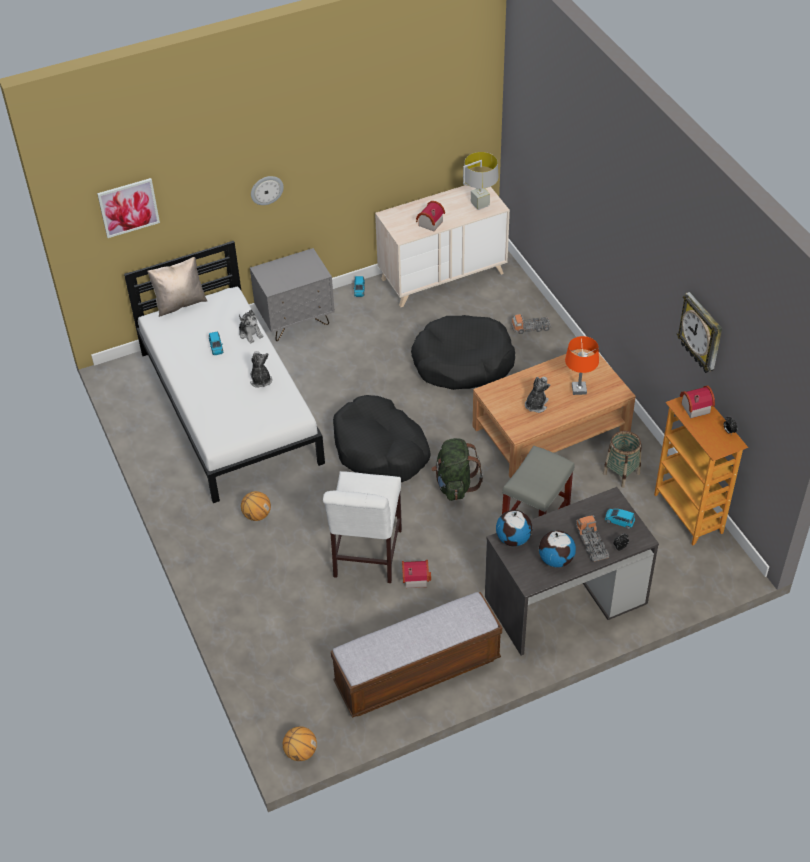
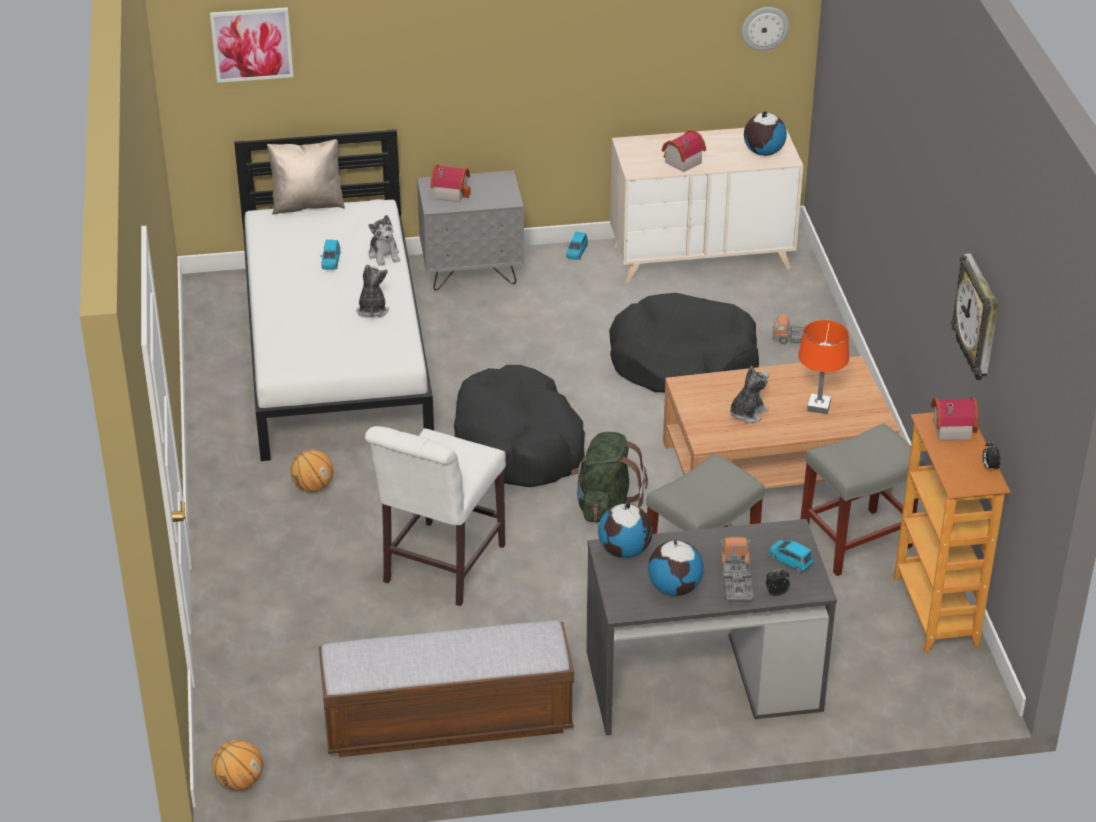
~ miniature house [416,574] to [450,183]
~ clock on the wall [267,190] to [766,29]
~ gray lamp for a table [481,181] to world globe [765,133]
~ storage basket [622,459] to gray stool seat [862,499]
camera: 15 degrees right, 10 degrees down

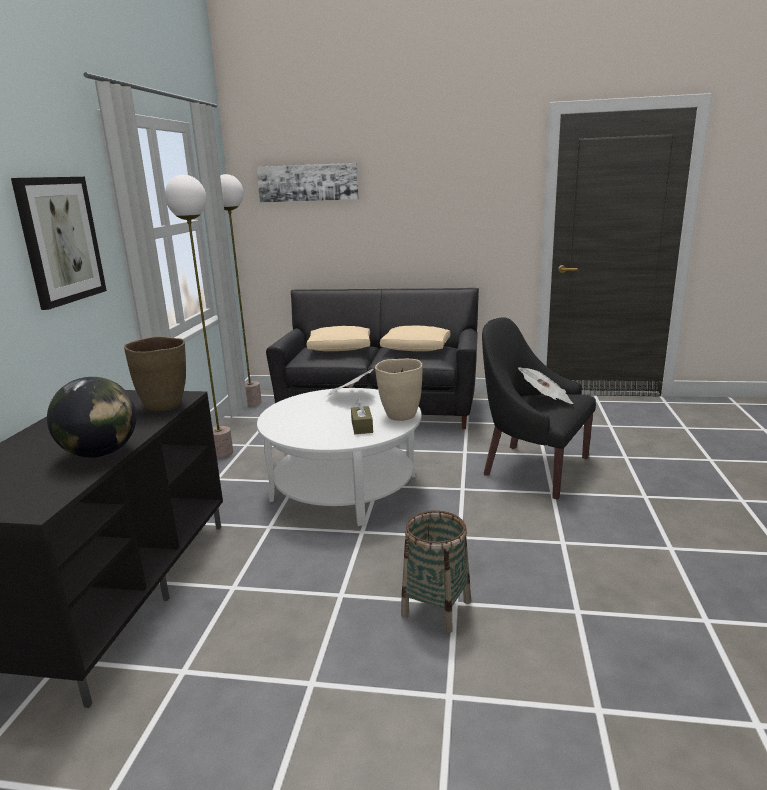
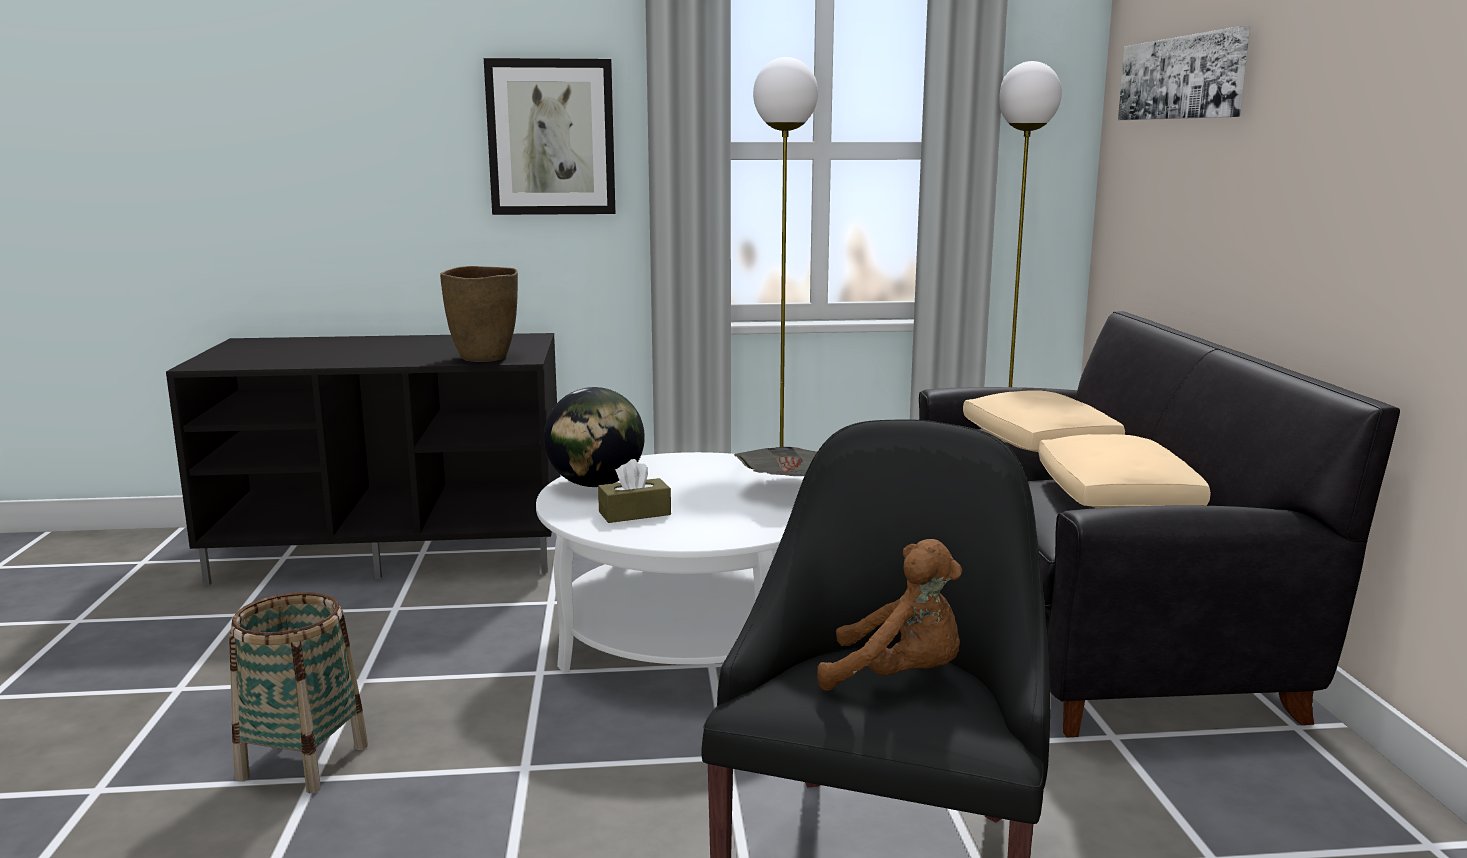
~ world globe [92,417] to [594,437]
~ daily paper [545,385] to brownish cuddly toy [889,615]
- beige vase [398,390]
camera: 75 degrees right, 5 degrees down

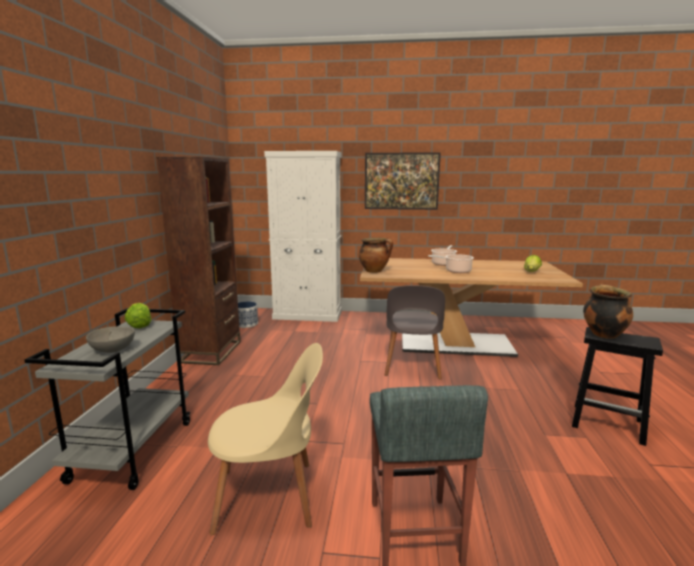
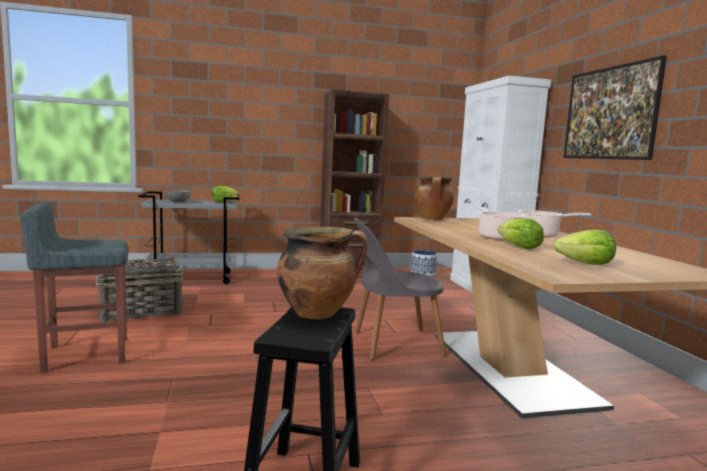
~ beige upright chair [265,439] to storage basket [139,287]
+ head of lettuce [521,234]
camera: 70 degrees right, 5 degrees down

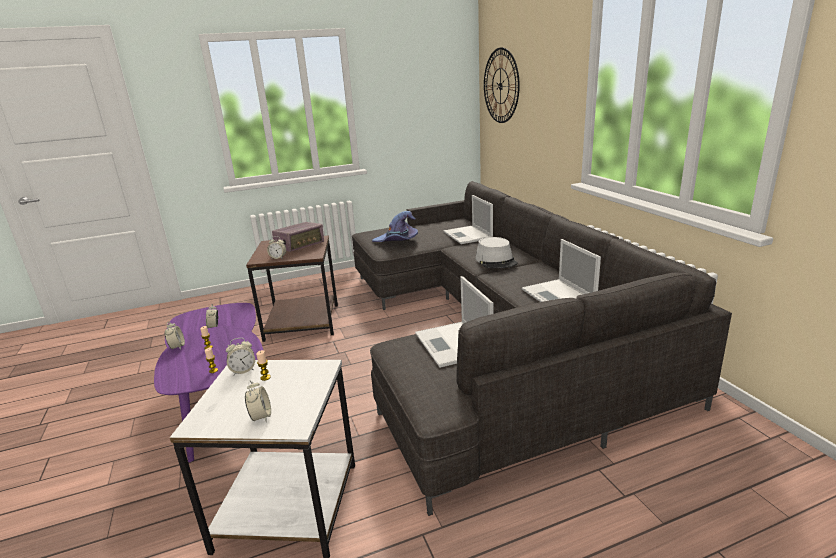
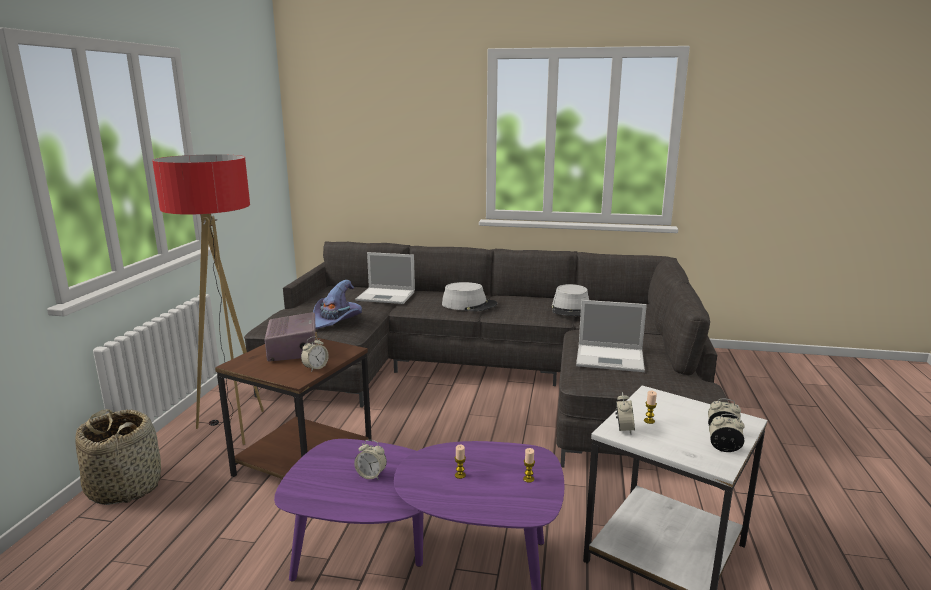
+ storage basket [118,457]
+ floor lamp [208,299]
~ portable computer [561,270] to gray hat [570,300]
~ bedside clock [175,336] to [727,433]
- clock on the wall [502,85]
camera: 60 degrees left, 5 degrees down

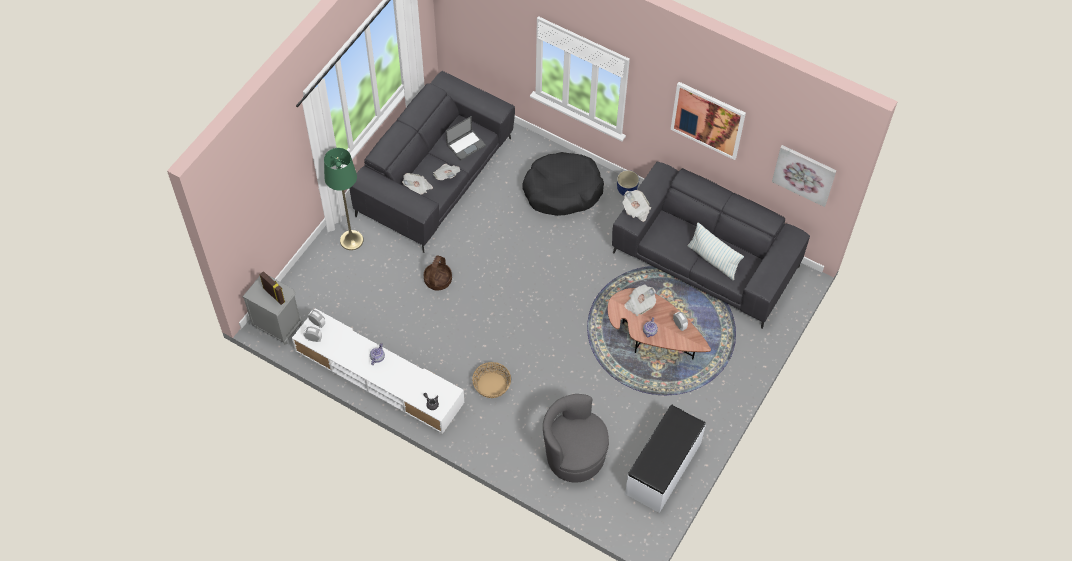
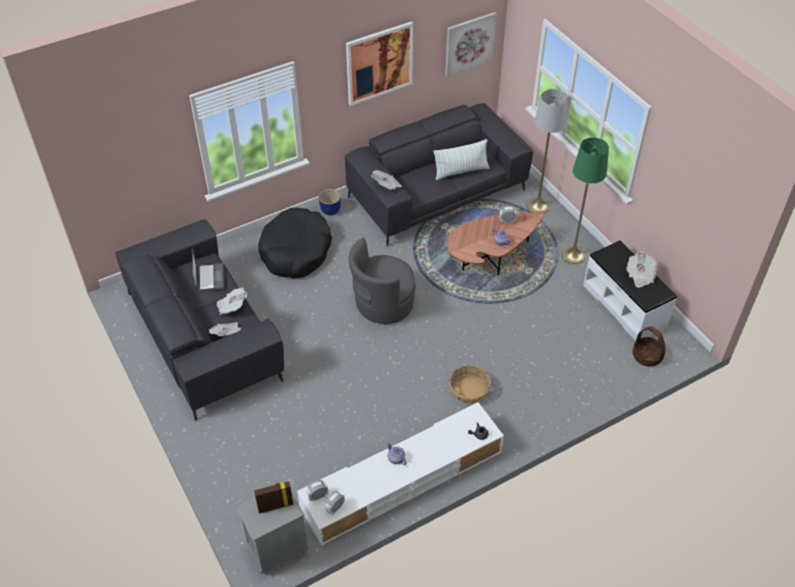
~ gray armchair [576,438] to [382,281]
+ gray floor lamp [547,151]
~ green-coloured floor lamp [344,199] to [585,200]
~ daily paper [640,300] to [641,270]
~ storage basket [438,273] to [649,346]
camera: 60 degrees left, 10 degrees down

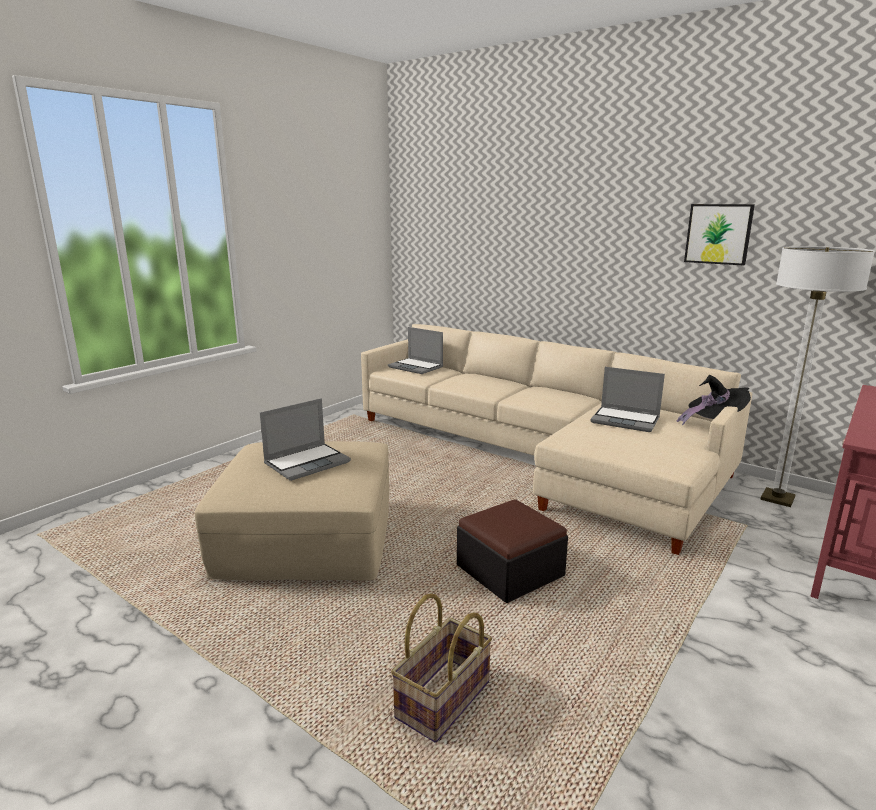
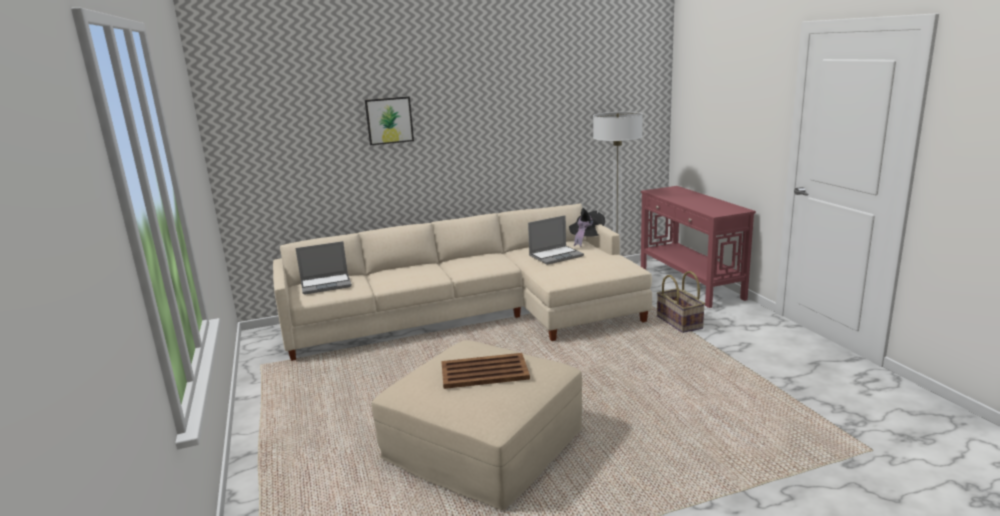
~ wall art [719,234] to [389,120]
~ portable computer [305,439] to brownish tray [485,371]
~ storage basket [441,668] to [681,302]
- footrest [512,551]
camera: 55 degrees left, 0 degrees up

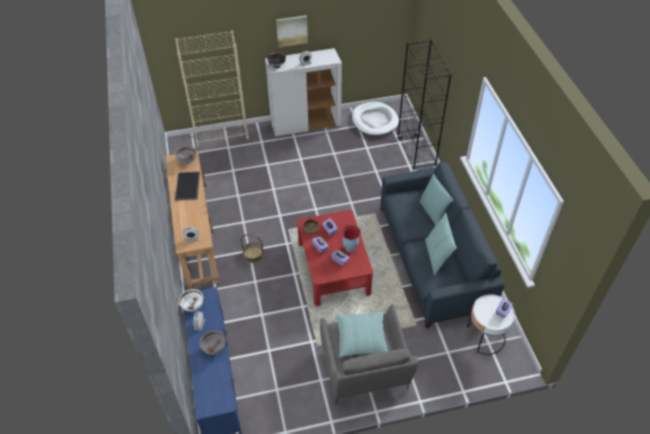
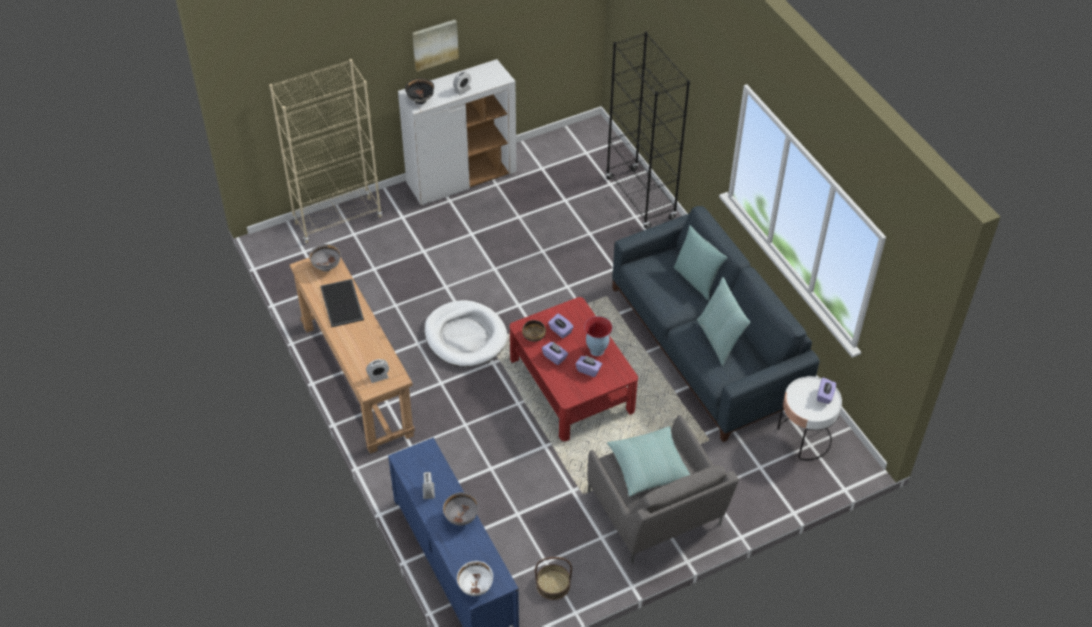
~ white-coloured pet bed [375,119] to [465,333]
~ white-coloured bowl [191,300] to [475,578]
~ storage basket [252,248] to [553,578]
camera: 15 degrees left, 0 degrees up

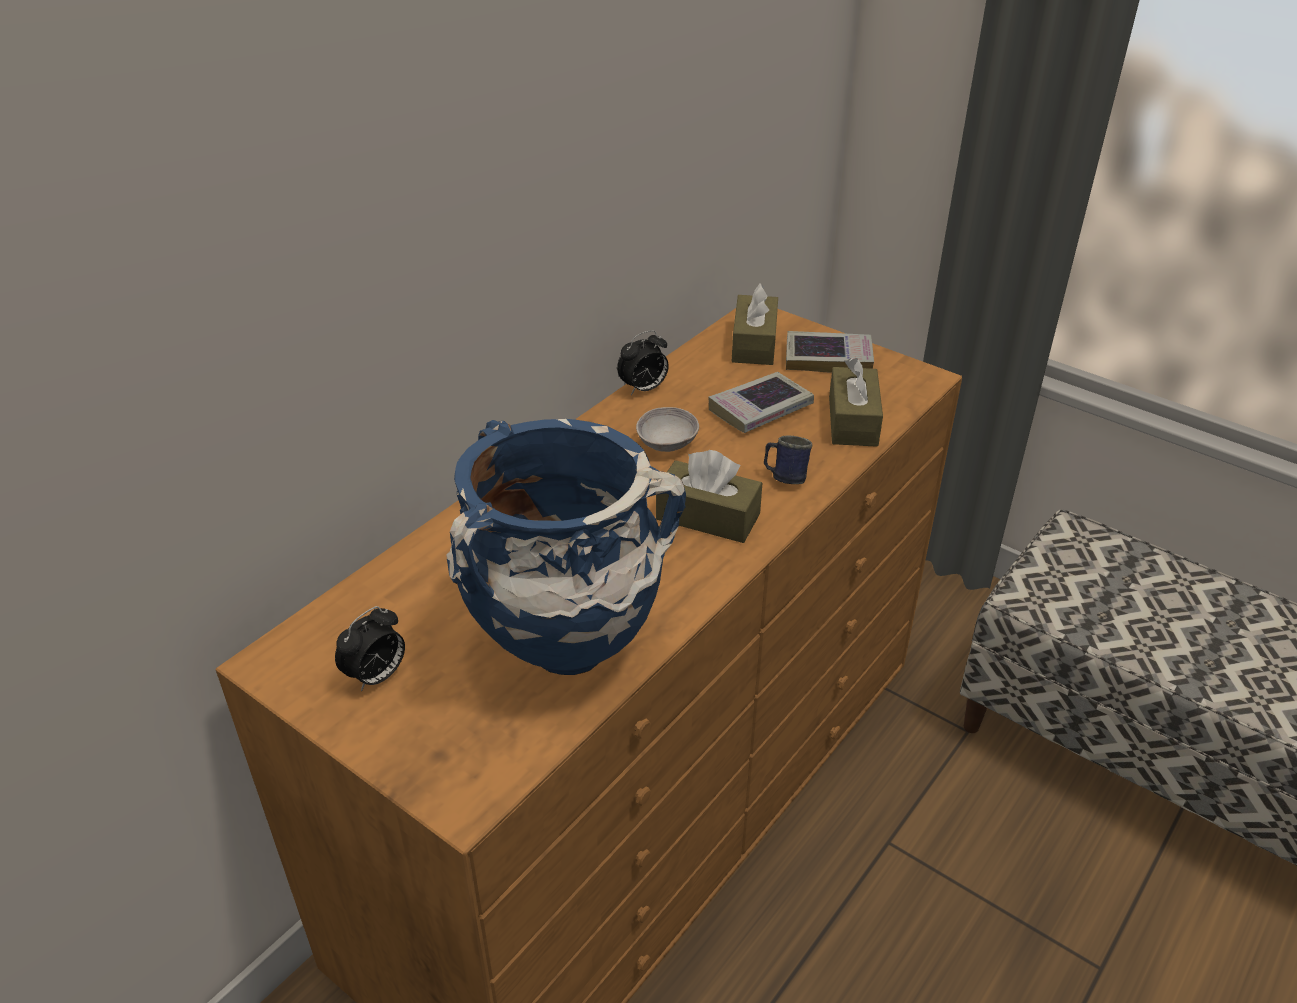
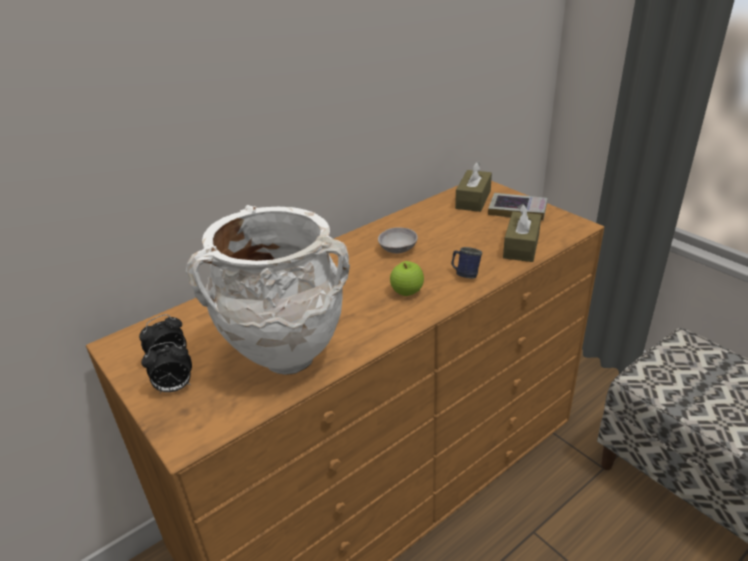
~ bedside clock [643,362] to [166,367]
~ bluish vase [566,547] to white-coloured vase [268,290]
~ brownish tissue holder [709,496] to apple [407,278]
- volume [761,402]
camera: 15 degrees right, 5 degrees down

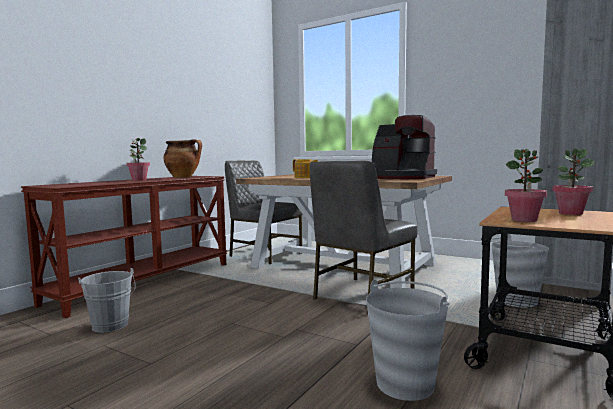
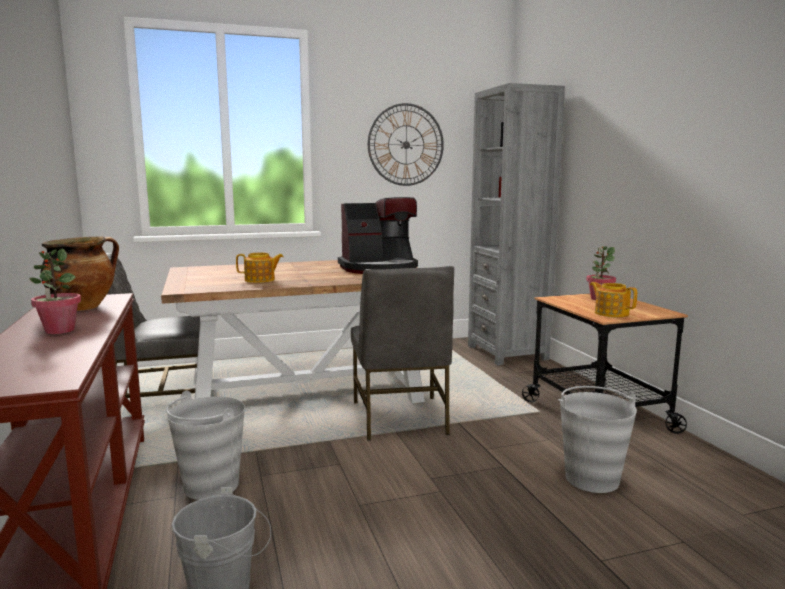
~ gray pail [520,271] to [205,445]
+ clock on the wall [406,144]
~ houseplant [526,185] to pot for tea [613,299]
camera: 50 degrees left, 5 degrees up

